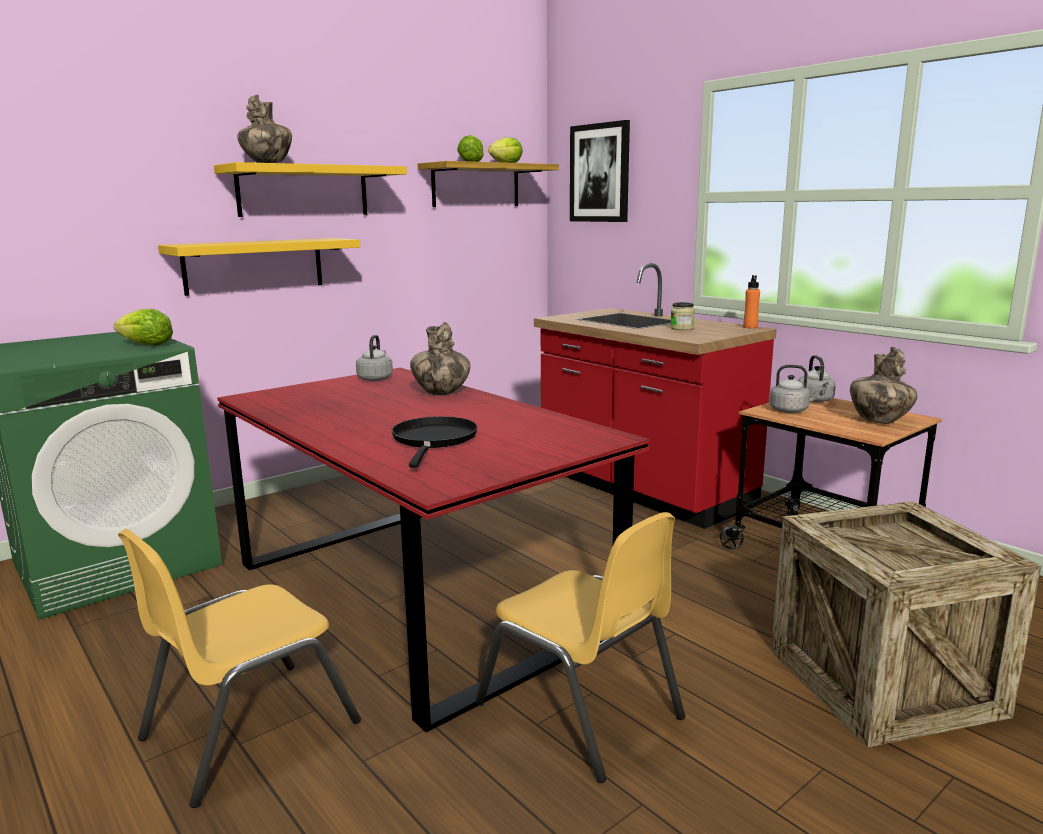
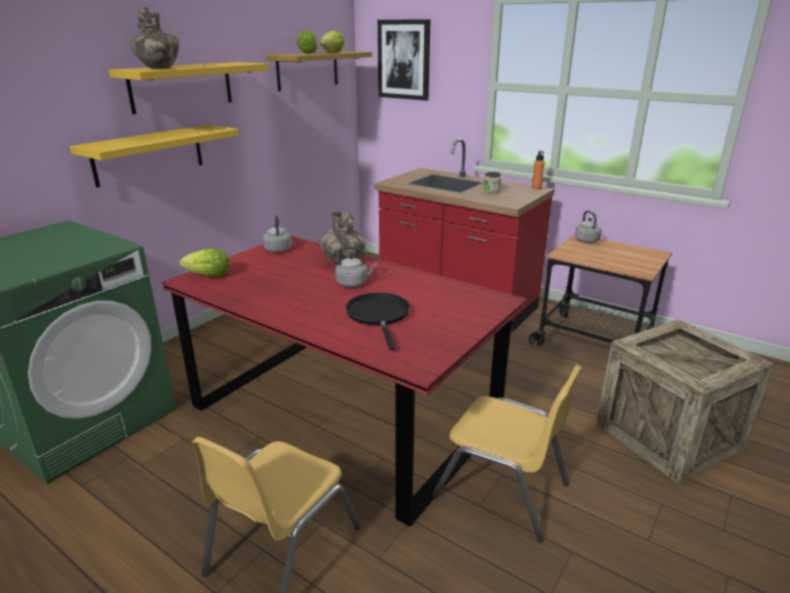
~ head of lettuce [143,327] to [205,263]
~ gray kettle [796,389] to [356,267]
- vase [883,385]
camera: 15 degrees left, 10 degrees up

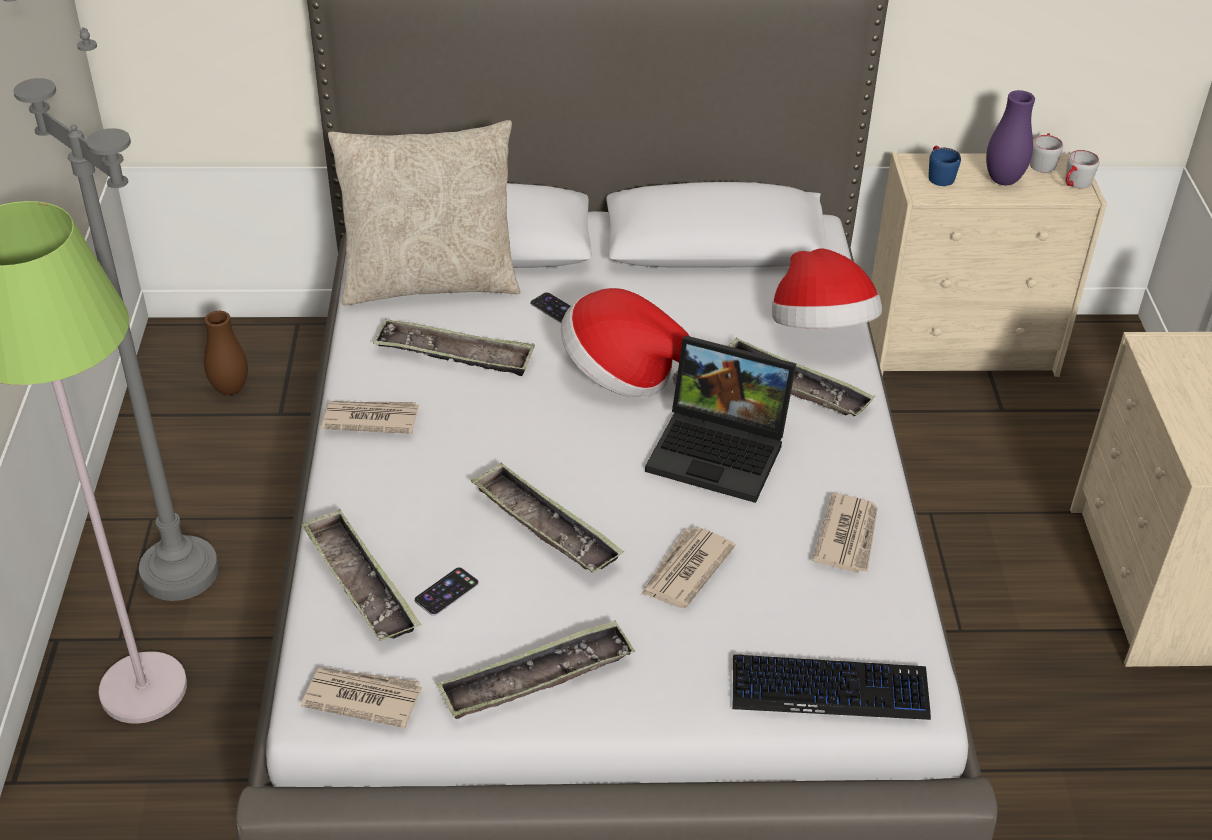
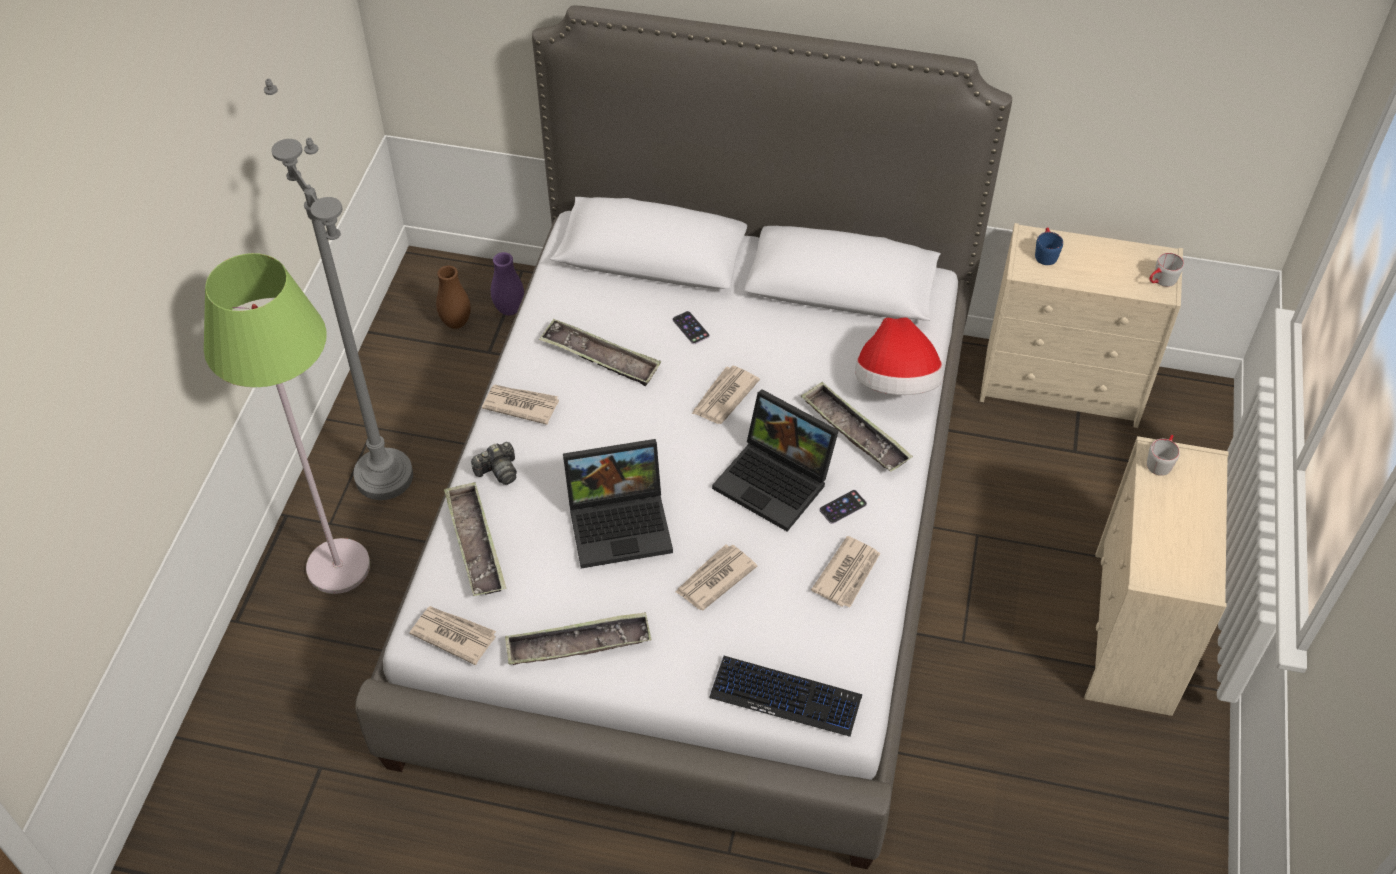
+ photo camera [494,463]
~ purple vase [1010,137] to [507,283]
~ tray [547,517] to portable computer [618,503]
~ hat [625,342] to daily paper [726,395]
~ phone [446,591] to [843,507]
~ gray coffee mug [1046,153] to [1163,455]
- beige pillow [424,213]
camera: 15 degrees right, 10 degrees up

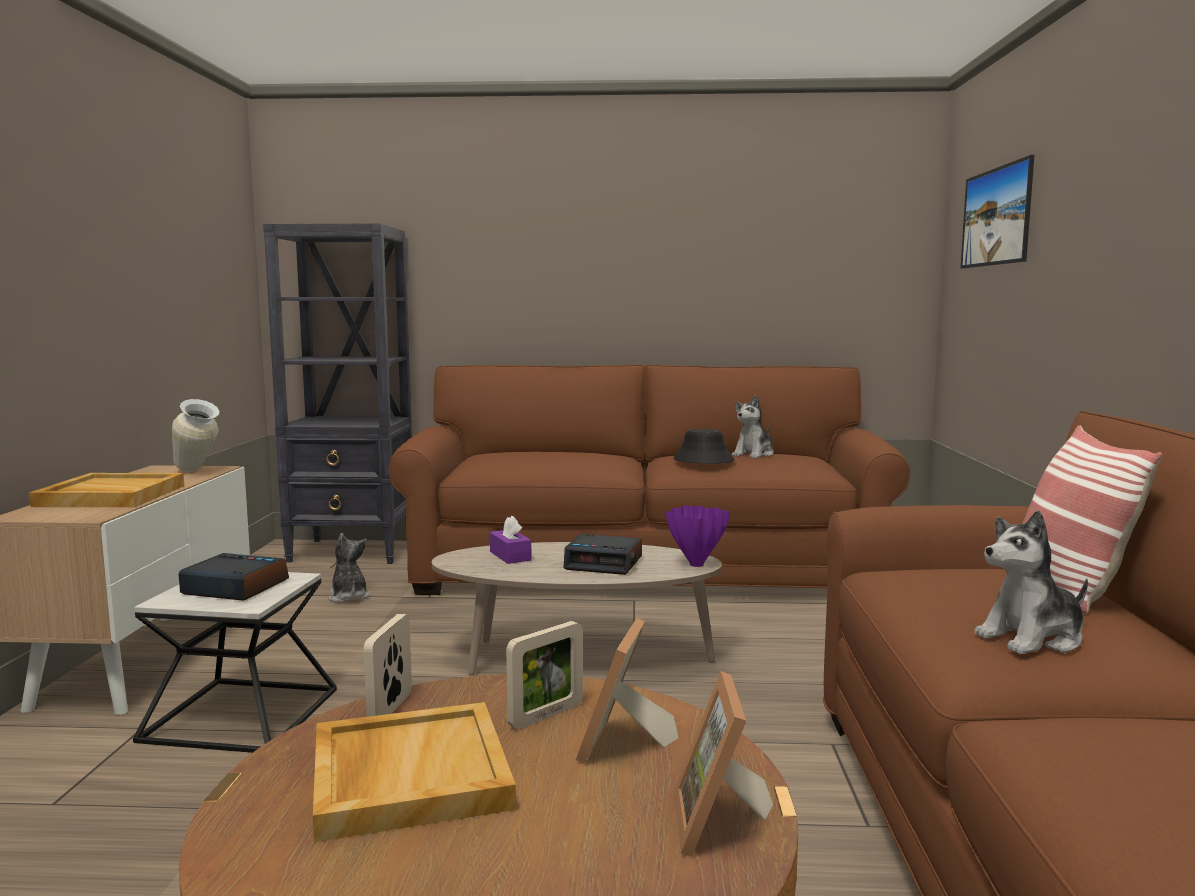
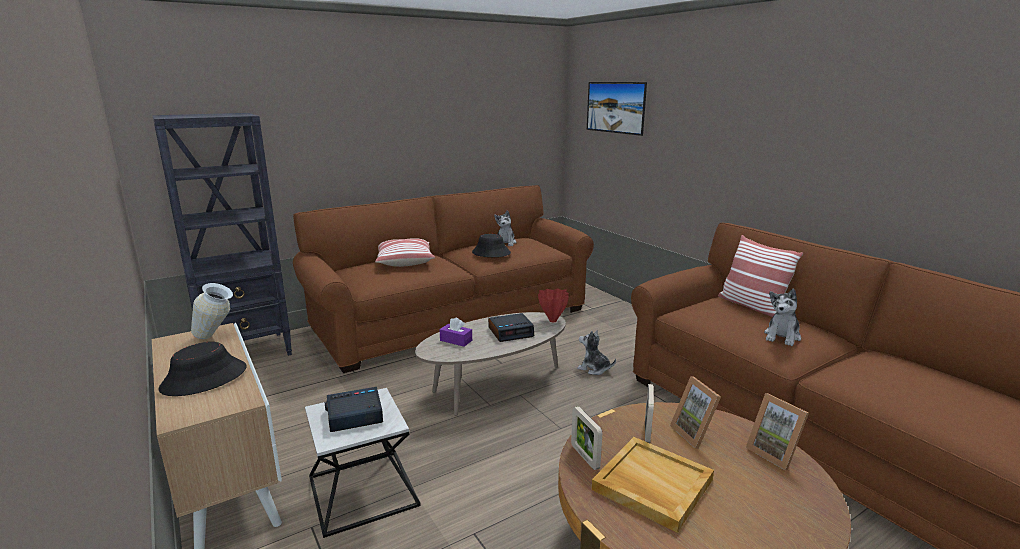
~ beige tray [106,490] to black hat [203,369]
+ pillow [405,252]
~ purple vase [698,536] to red-coloured vase [553,305]
~ cuddly toy [349,568] to [596,352]
camera: 35 degrees left, 10 degrees up

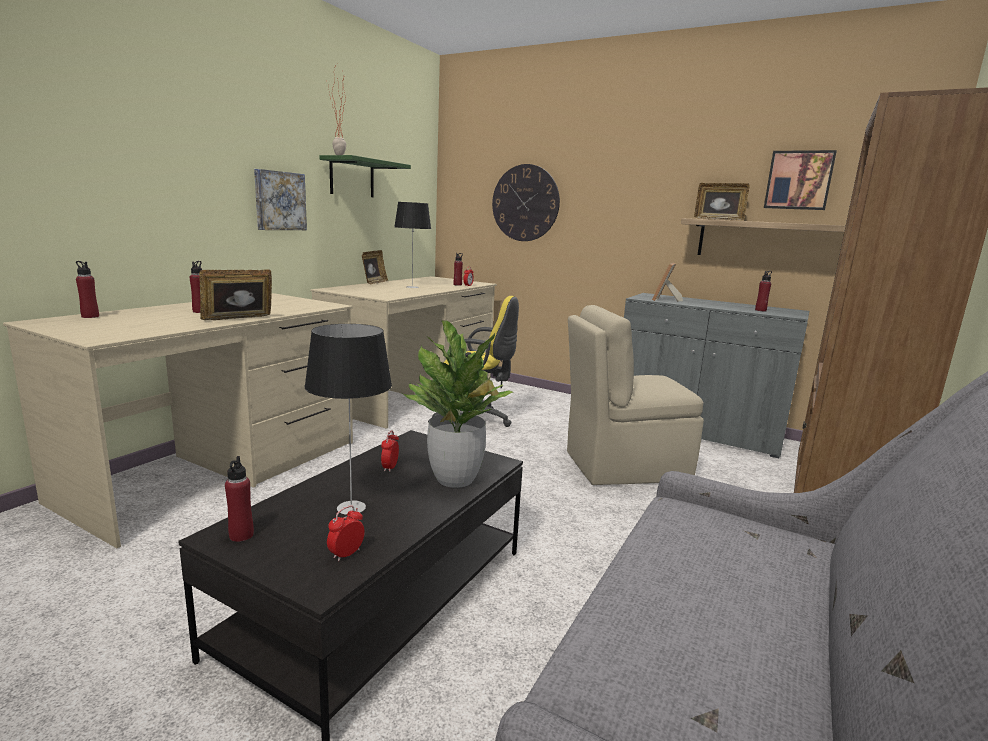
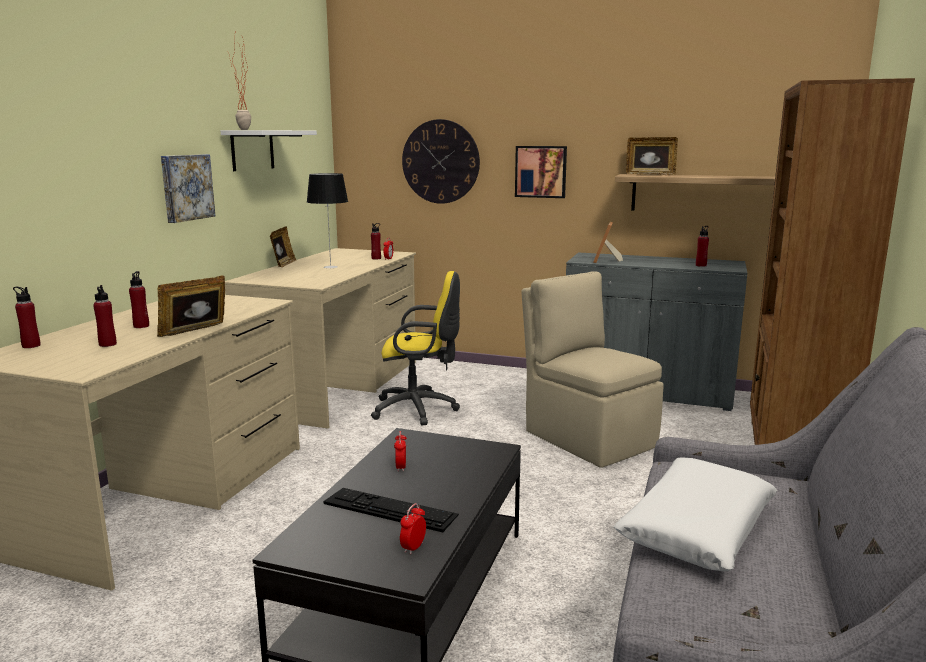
~ red-coloured drink bottle [239,499] to [105,316]
~ green-coloured shelf [365,176] to white-coloured shelf [269,150]
~ lamp for a table [348,419] to keyboard [391,510]
~ wall art [800,180] to [541,172]
~ beige upright chair [635,395] = [592,369] 75 degrees clockwise
+ white-coloured pillow [695,514]
- houseplant [458,404]
camera: 10 degrees left, 0 degrees up

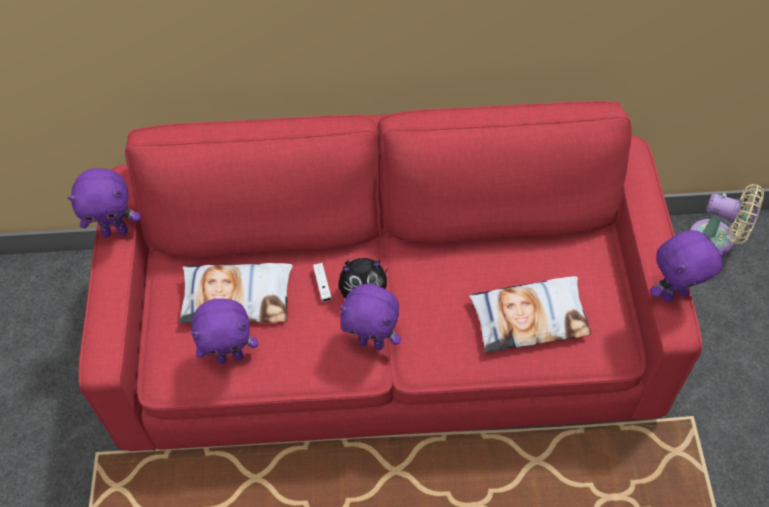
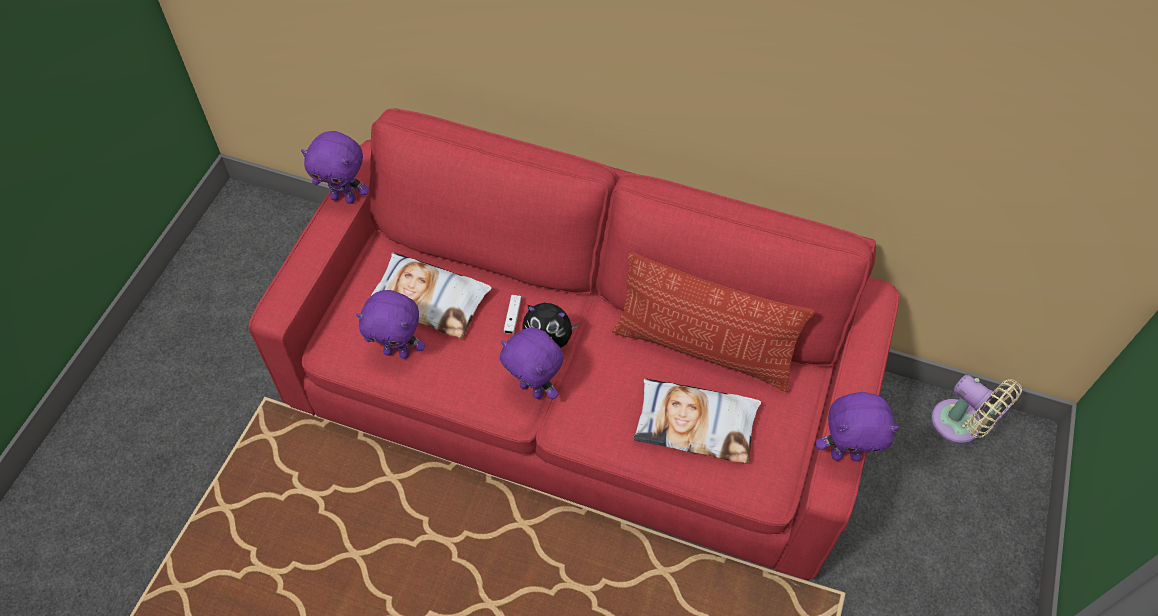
+ pillow [713,322]
camera: 20 degrees right, 0 degrees up

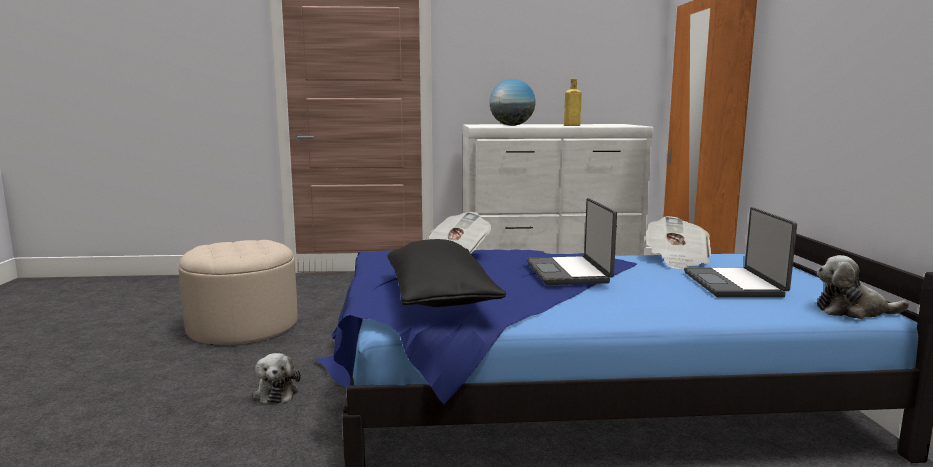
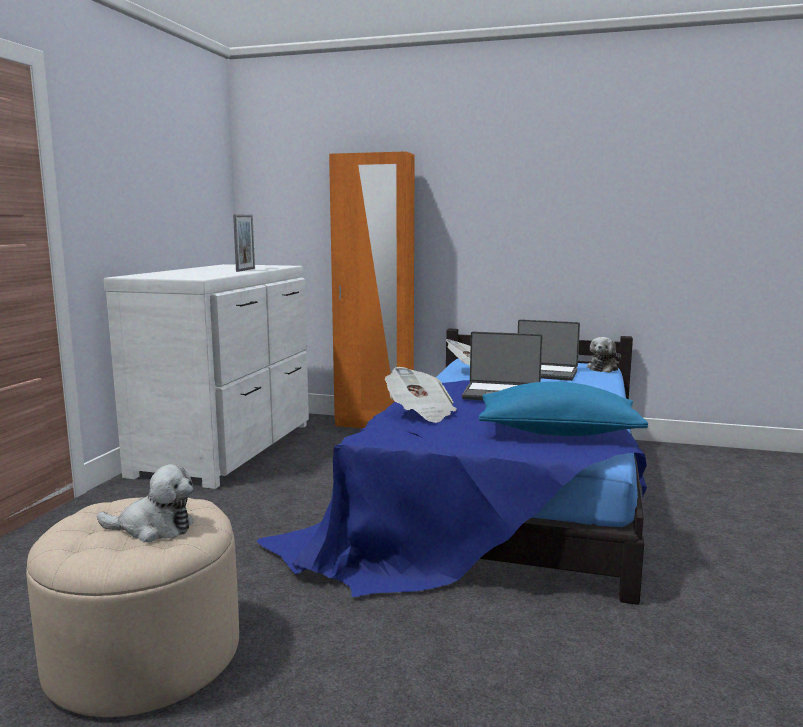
~ cuddly toy [277,379] to [145,503]
~ yellowish drink bottle [573,102] to picture frame [244,243]
~ black pillow [447,273] to bluish pillow [563,409]
- world globe [513,102]
camera: 70 degrees left, 0 degrees up

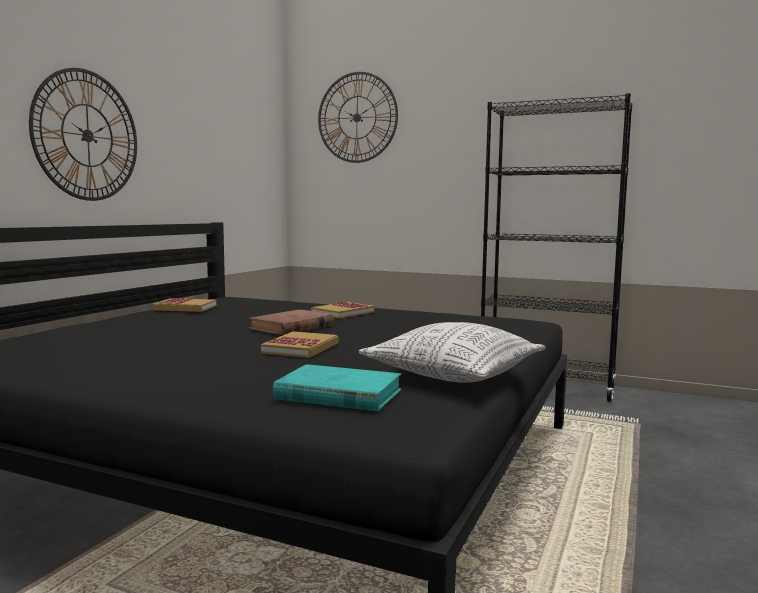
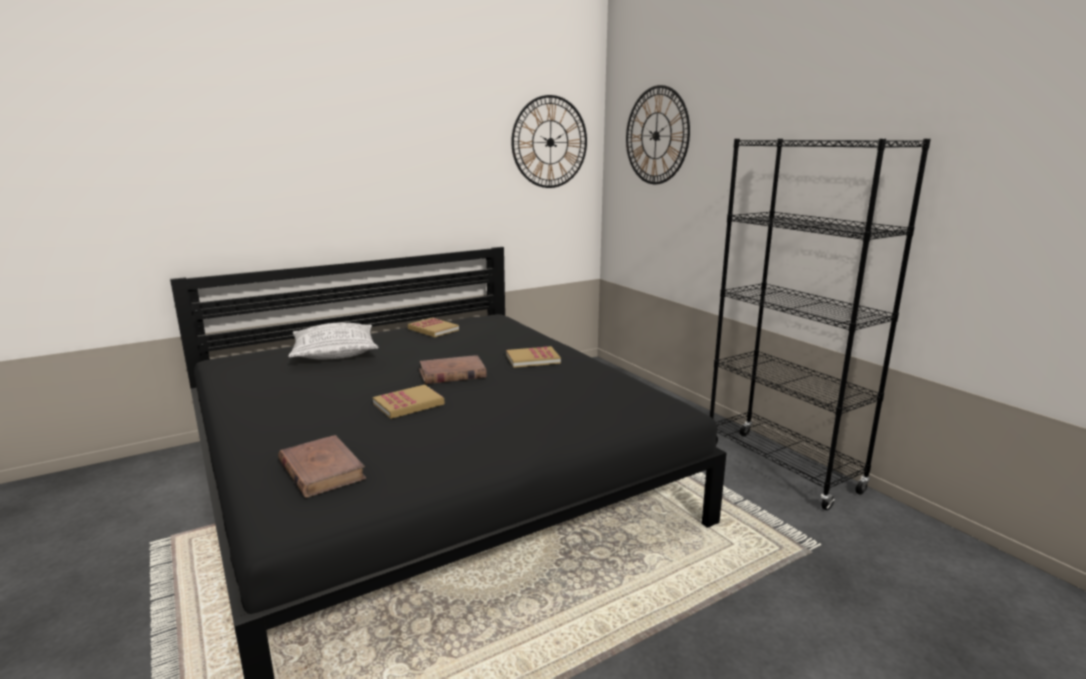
~ turquoise-coloured volume [337,387] to brownish volume [322,466]
~ pillow [452,352] to [333,341]
~ clock on the wall [83,134] to [549,141]
camera: 35 degrees right, 10 degrees up

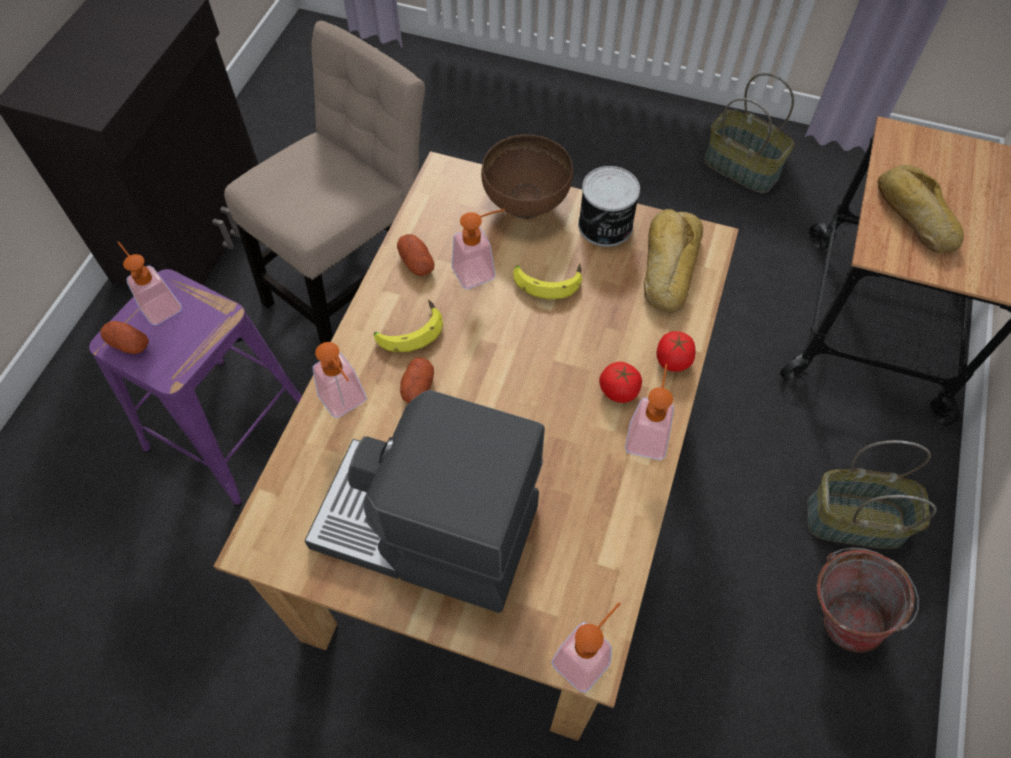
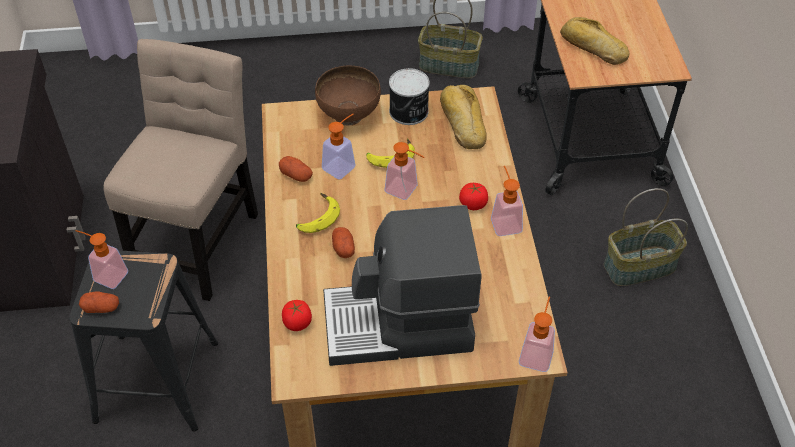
~ purple stool seat [195,387] to black stool seat [143,340]
~ fresh tomato [676,351] to [297,315]
~ soap dispenser [339,380] to [404,171]
- pail [867,600]
camera: 25 degrees left, 10 degrees down

